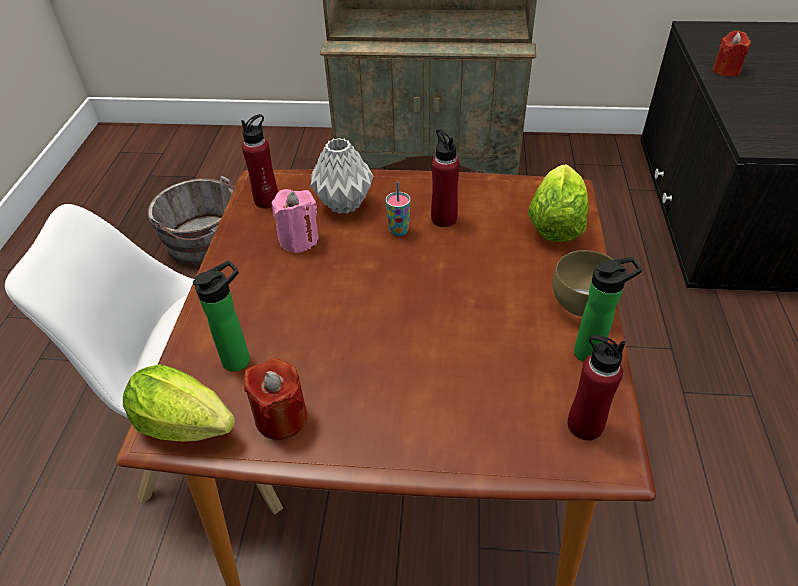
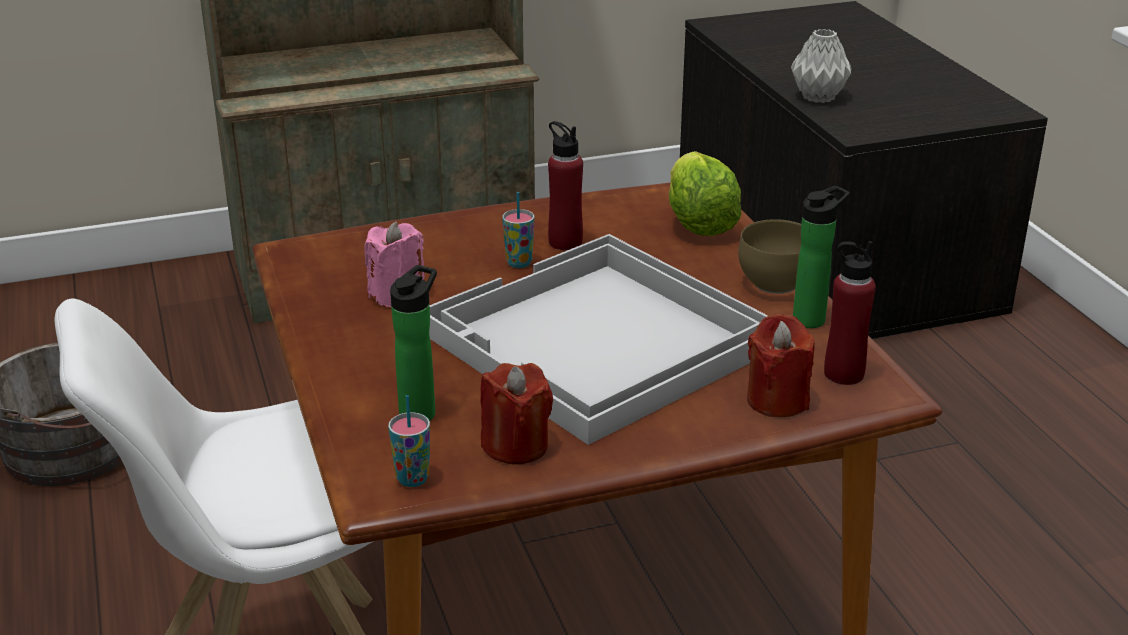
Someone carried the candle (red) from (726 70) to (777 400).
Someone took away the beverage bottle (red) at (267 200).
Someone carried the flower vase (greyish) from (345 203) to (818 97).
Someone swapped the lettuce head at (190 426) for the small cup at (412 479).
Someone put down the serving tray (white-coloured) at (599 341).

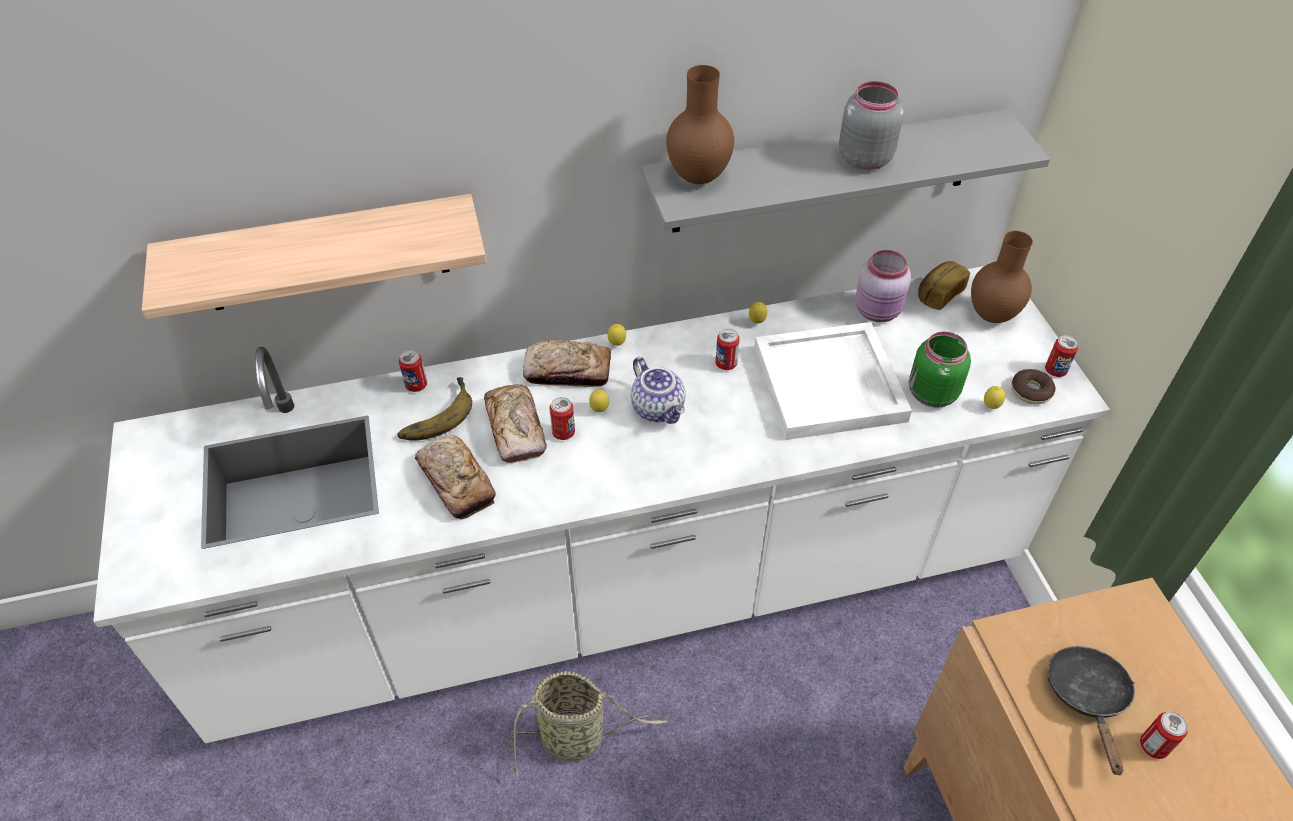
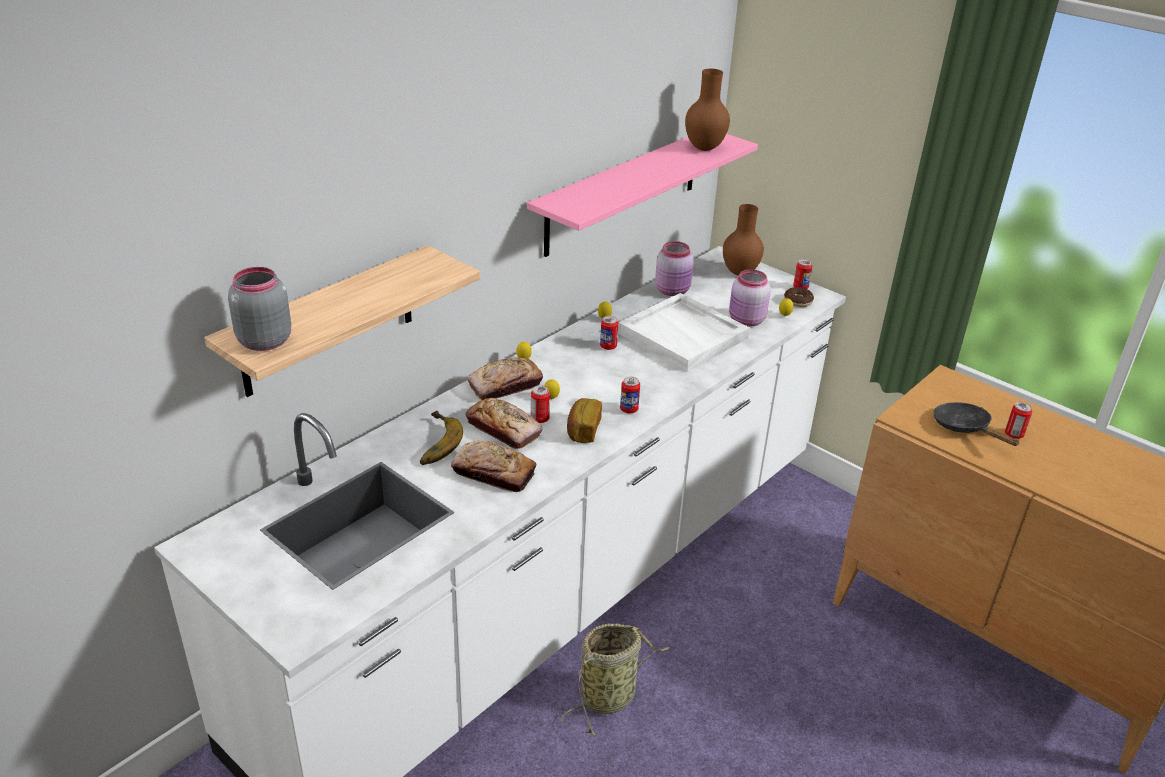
Someone carried the flower vase (brownish) from (697 177) to (703 148).
Someone carried the jar (greyish) from (863 158) to (263 341).
Someone repainted the shelf (greyish) at (824 172), which became the shelf (pink) at (623 191).
Someone carried the baked bread from (939 294) to (582 430).
Someone repainted the jar (green) at (930 394), which became the jar (pink) at (746 321).
Someone carried the sealed can from (416 385) to (629 409).
Someone took away the pot for tea at (659 408).

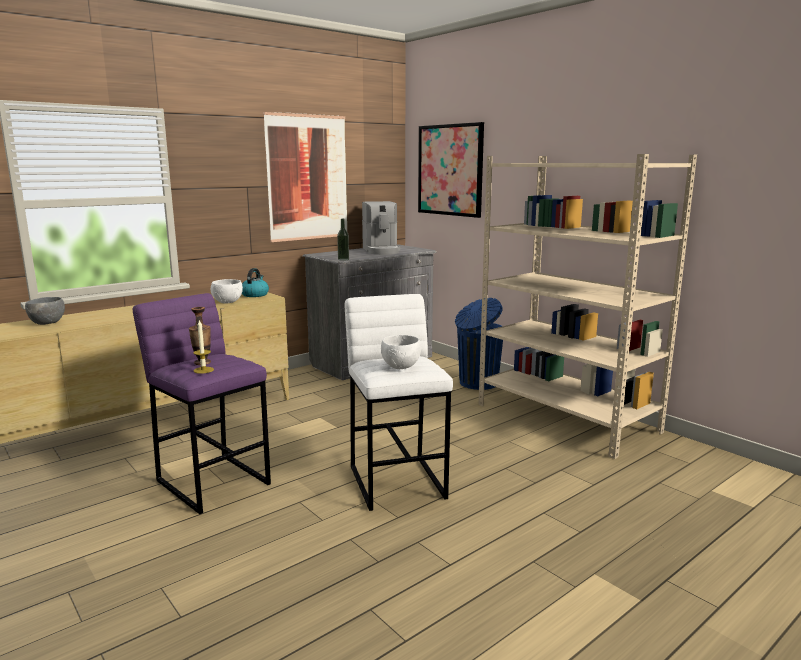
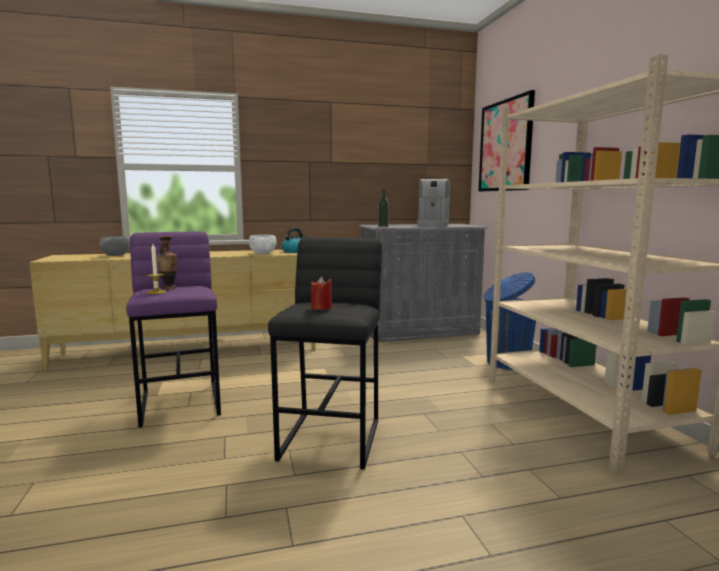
Someone took away the wall art at (307 177).
Someone repainted the stool seat (white-coloured) at (396 481), which became the stool seat (black-coloured) at (331 438).
Someone swapped the bowl (white-coloured) at (401 367) for the candle (red) at (321 308).

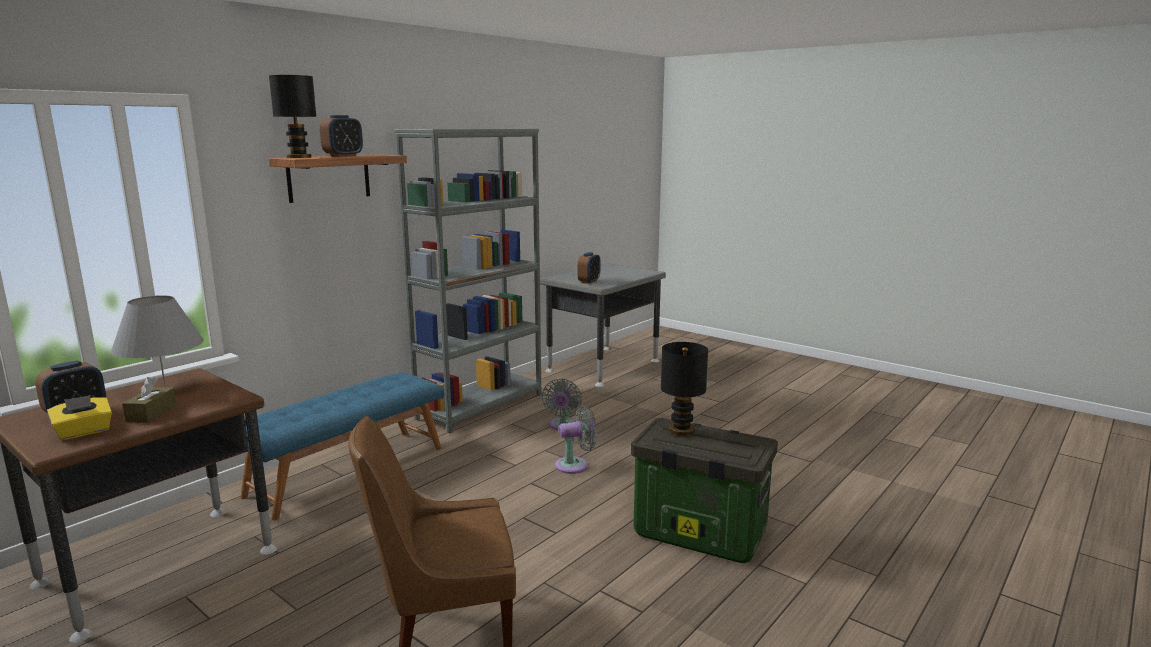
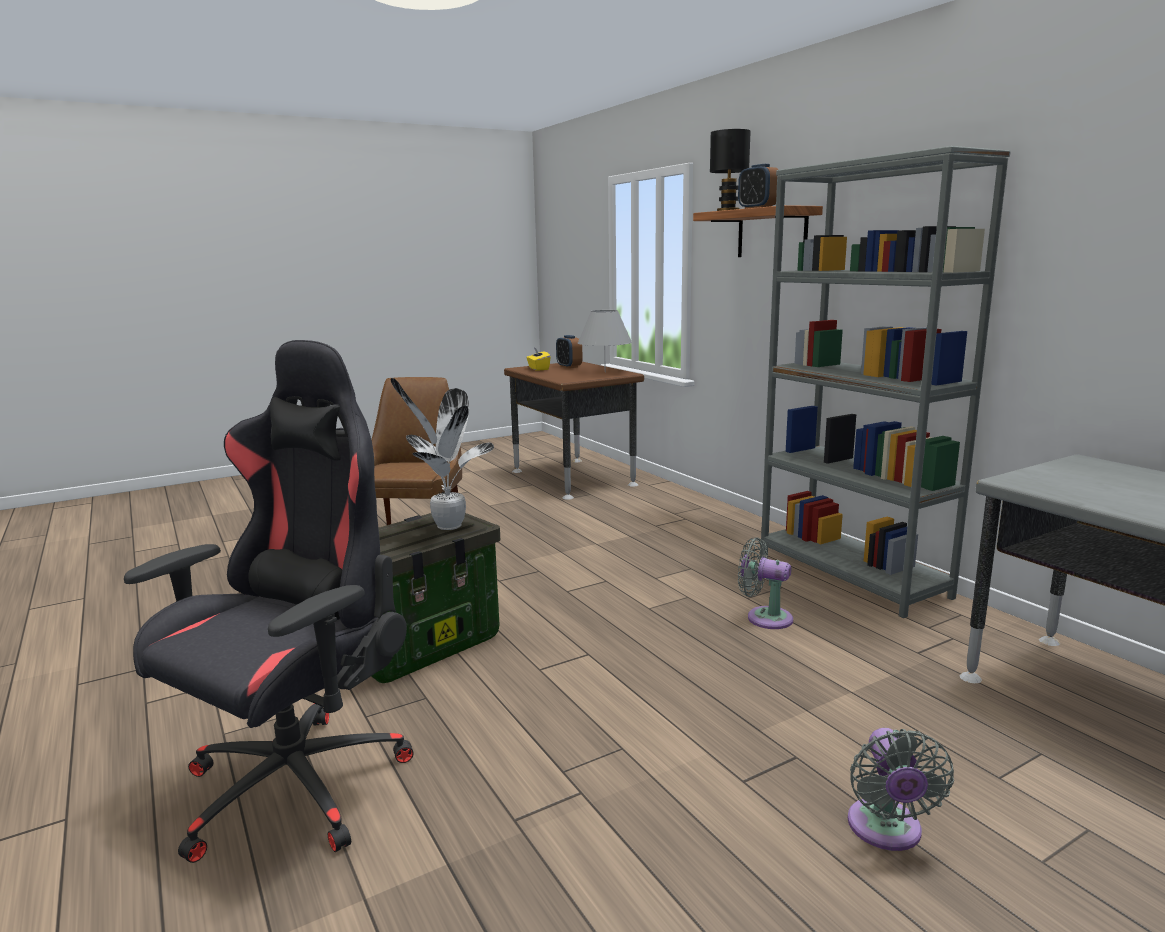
Someone took away the bedside clock at (589 281).
Someone swapped the lamp for a table (black-coloured) at (681 430) for the houseplant at (446 526).
Someone took away the long seat (blue) at (347 470).
Someone took away the tissue box (brownish) at (151 413).
Someone carried the cooling fan (greyish) from (575 465) to (886 831).
Someone put down the office chair (black-coloured) at (293 788).

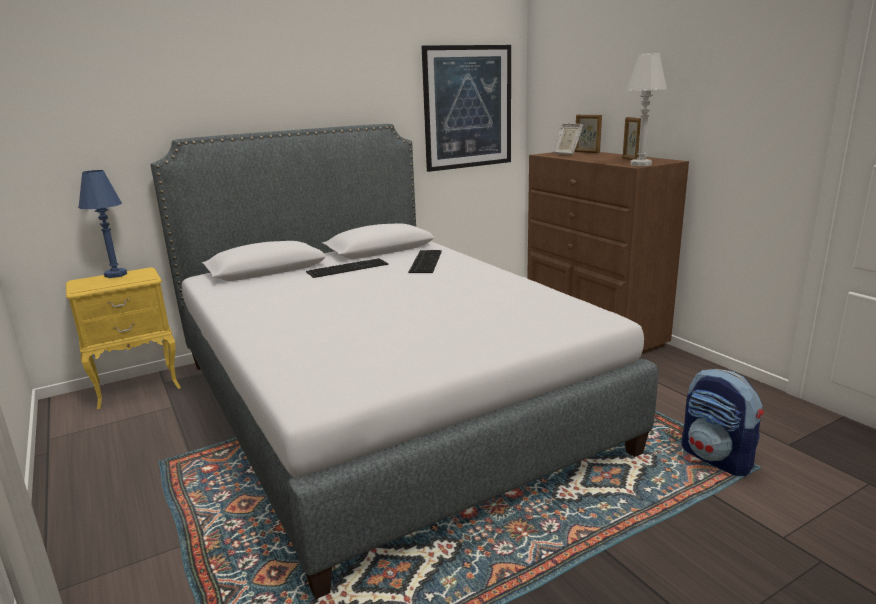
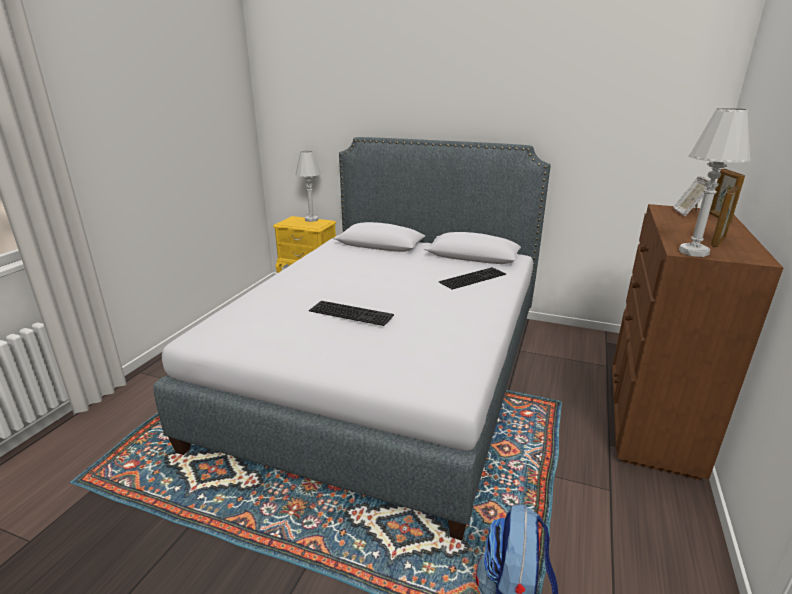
Someone took away the wall art at (468 107).
Someone repainted the lamp for a table (blue) at (116 275), which became the lamp for a table (white-coloured) at (311 220).
Someone carried the computer keyboard from (348 267) to (352 312).

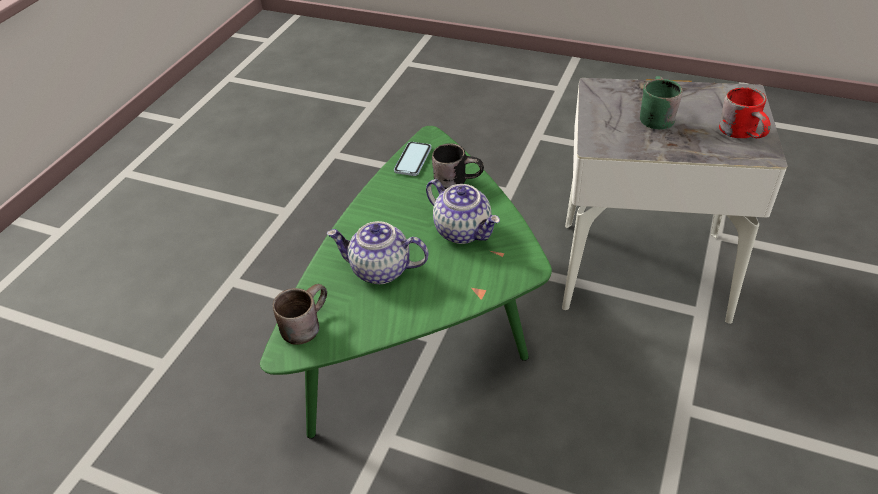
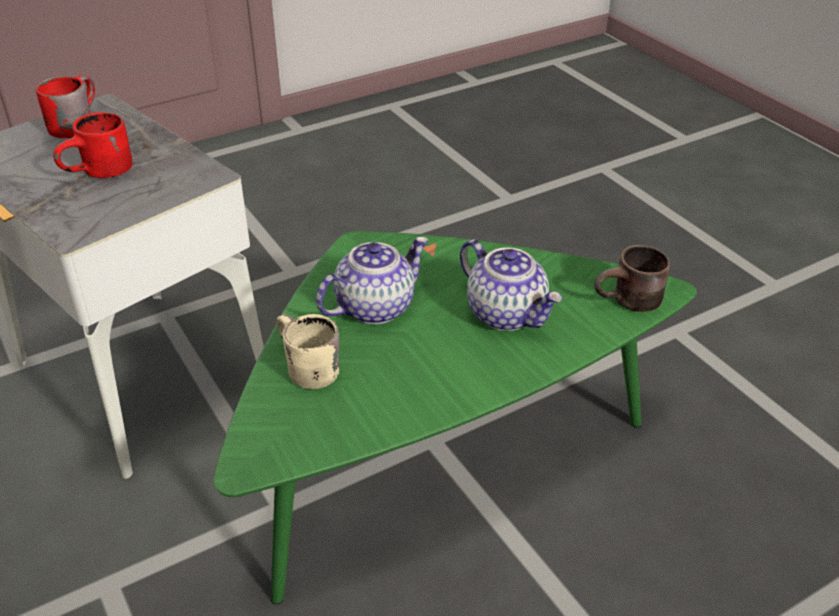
Someone repainted the coffee mug (green) at (653 116), which became the coffee mug (red) at (101 174).
Someone took away the telephone at (413 160).
Someone repainted the coffee mug (black-coloured) at (457 179), which became the coffee mug (beige-coloured) at (303 369).
Someone rotated the pot for tea at (463 230) by 60 degrees clockwise.

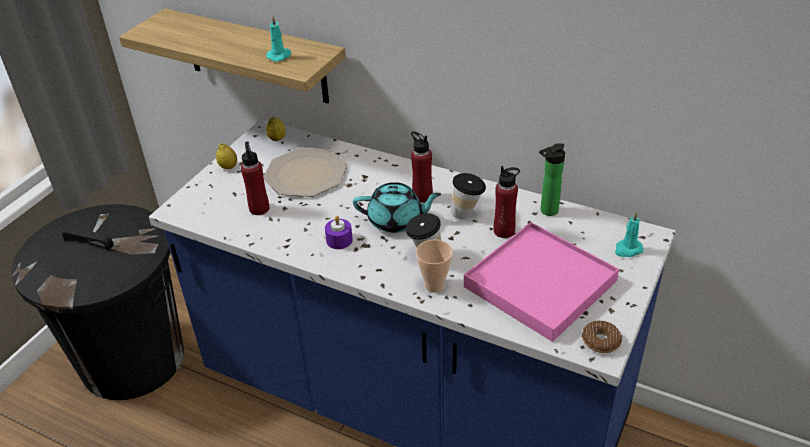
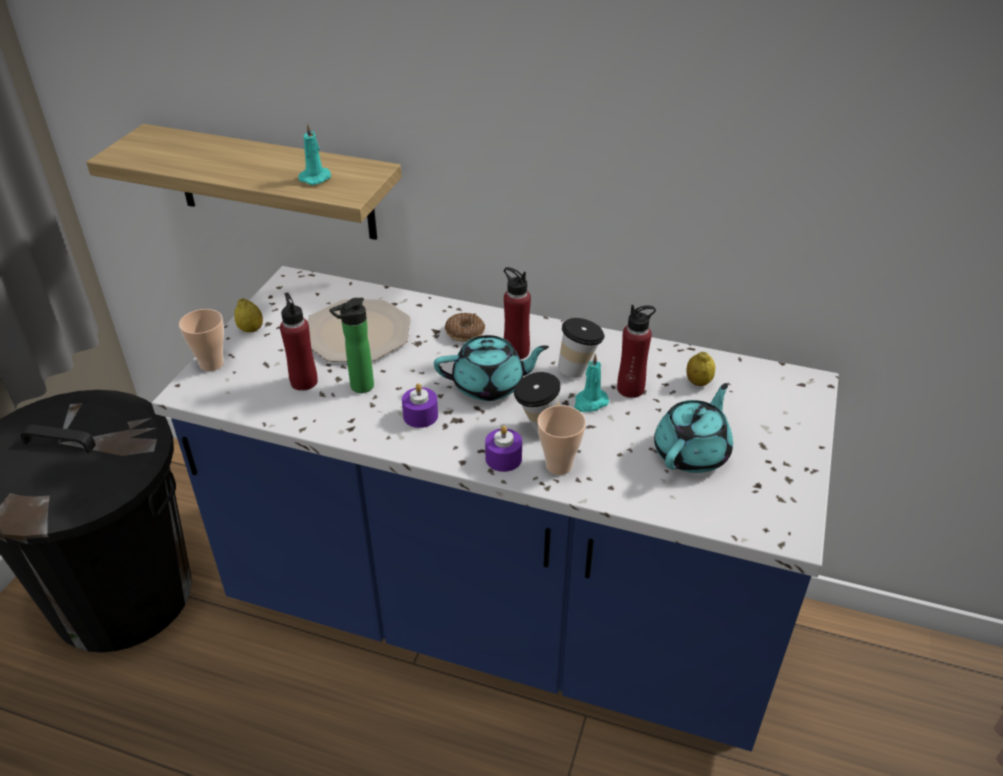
Someone carried the citrus fruit from (277 139) to (698 382).
Someone carried the beverage bottle from (546 211) to (359 387).
Someone carried the candle (turquoise-coloured) from (627 249) to (590 402).
Someone swapped the serving tray (pink) at (540 283) for the pot for tea (turquoise-coloured) at (692 452).
Someone carried the donut from (601 341) to (465 333).
Someone put down the small cup at (211 364).
Someone put down the candle (purple-coloured) at (503 458).

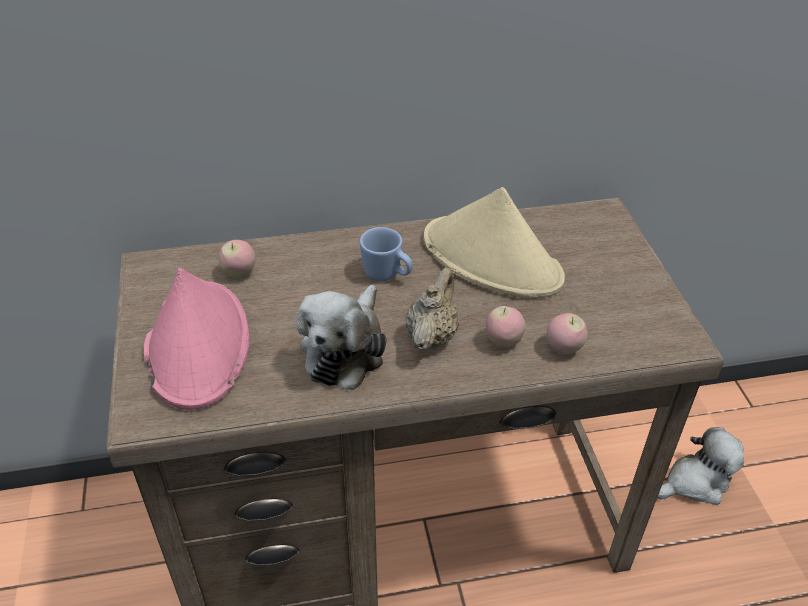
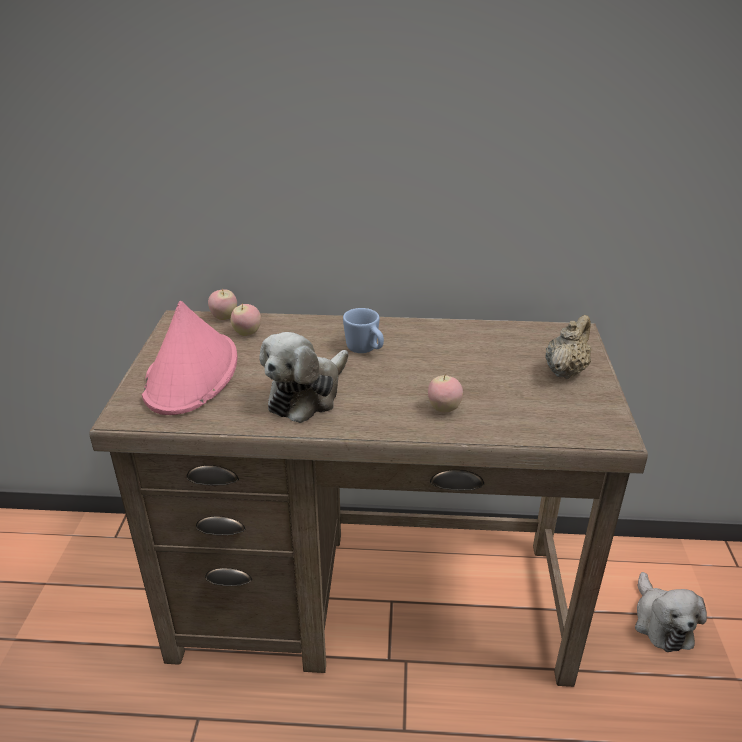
Someone took away the clothing hat (beige-coloured) at (492 259).
Someone carried the pot for tea (beige-coloured) from (432 336) to (565 371).
Someone carried the apple from (563 348) to (224 317).
Someone rotated the plush toy at (695 482) by 90 degrees clockwise.

